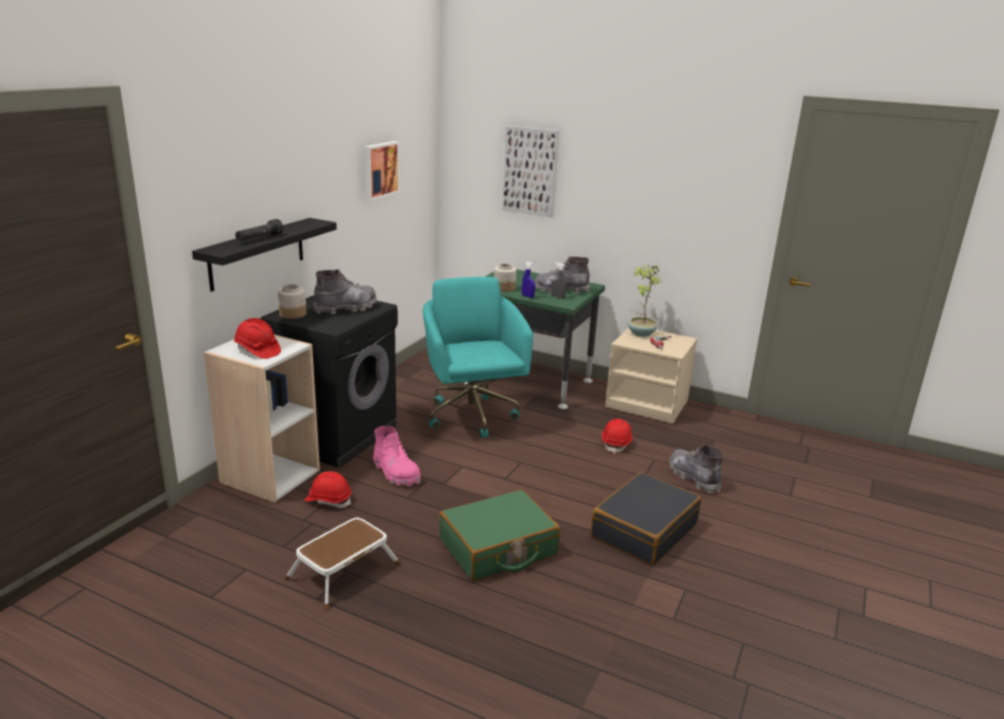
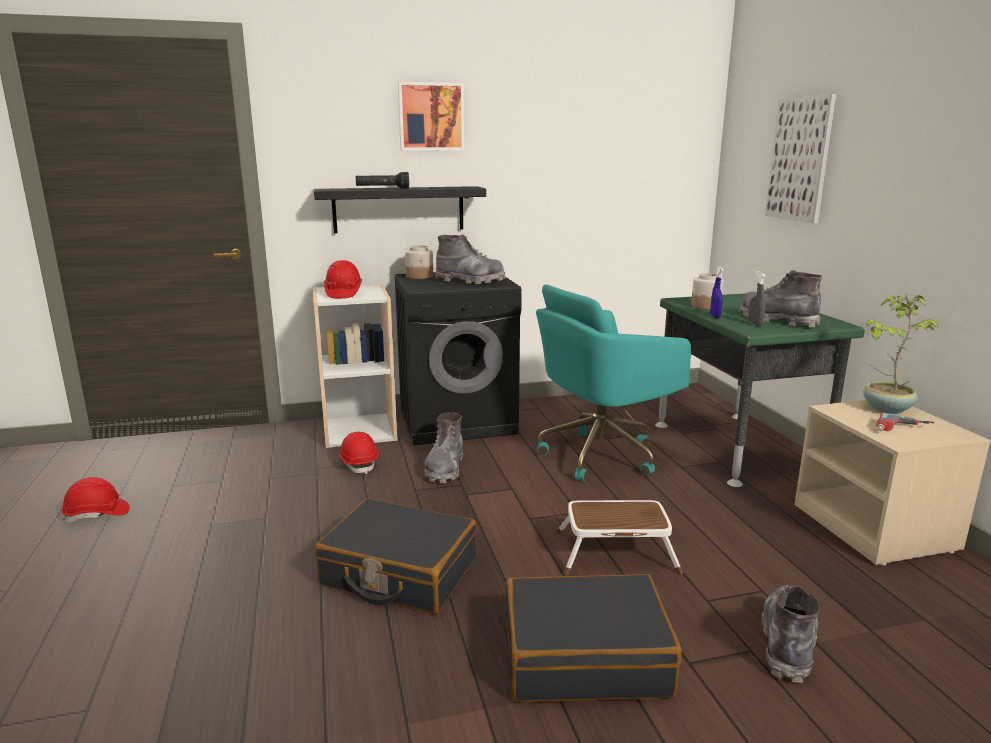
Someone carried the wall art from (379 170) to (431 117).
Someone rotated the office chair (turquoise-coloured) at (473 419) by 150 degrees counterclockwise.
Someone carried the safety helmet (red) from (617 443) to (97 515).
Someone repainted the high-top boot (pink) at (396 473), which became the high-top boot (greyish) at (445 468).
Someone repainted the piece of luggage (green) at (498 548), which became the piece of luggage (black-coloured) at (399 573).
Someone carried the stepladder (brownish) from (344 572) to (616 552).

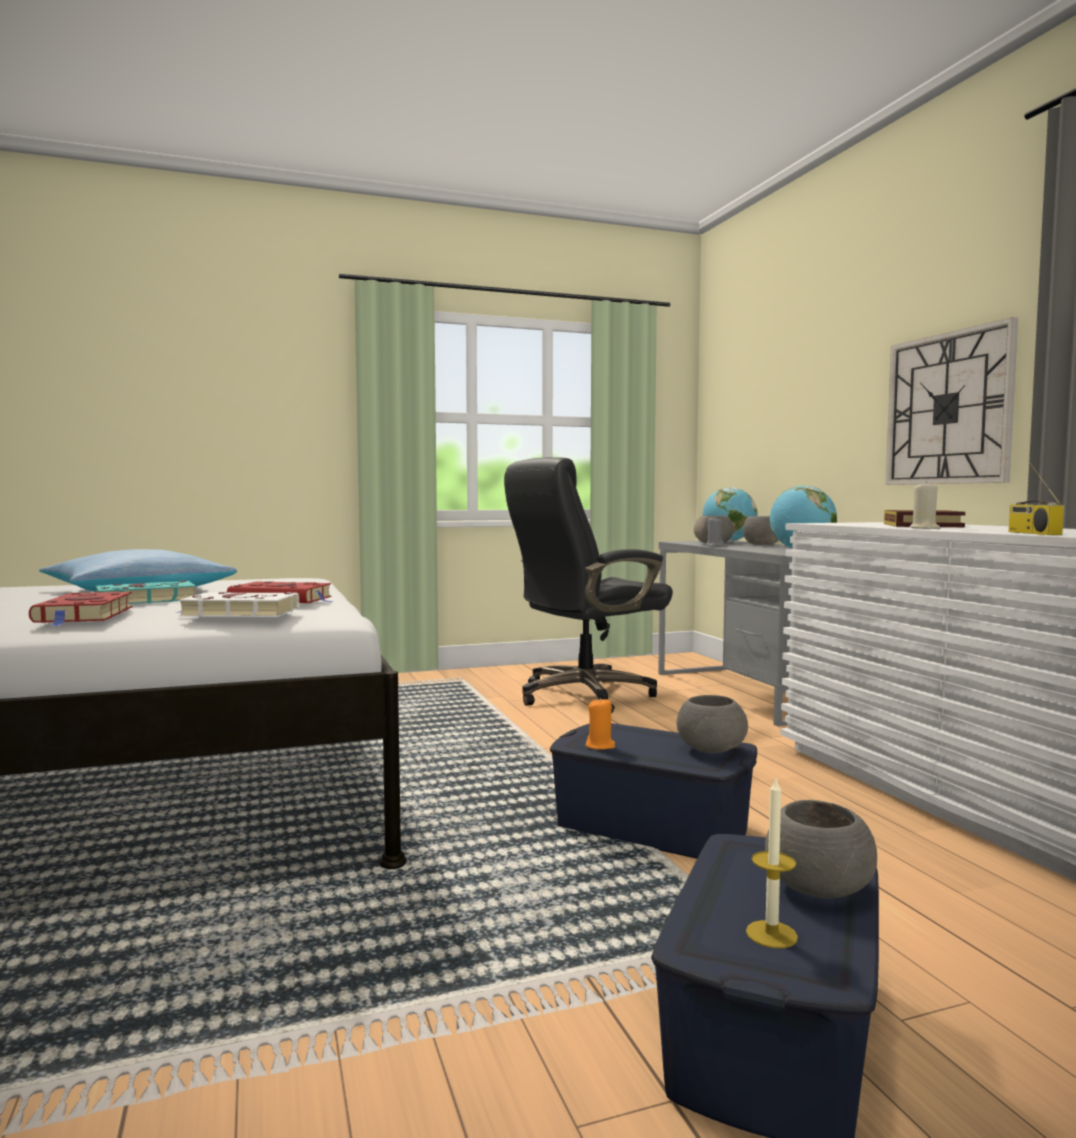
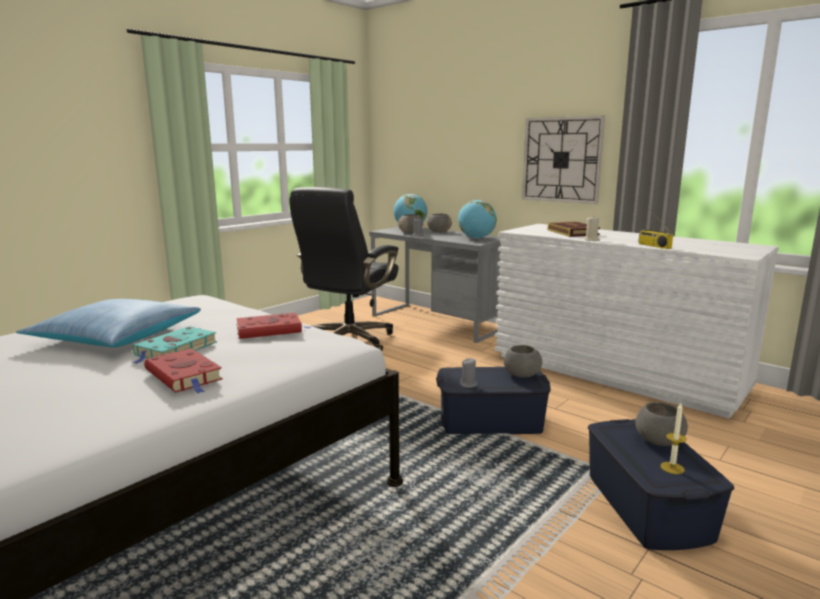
Someone took away the volume (white-coloured) at (237 613).
Someone repainted the candle (orangey) at (600 746), which became the candle (greyish) at (468 384).

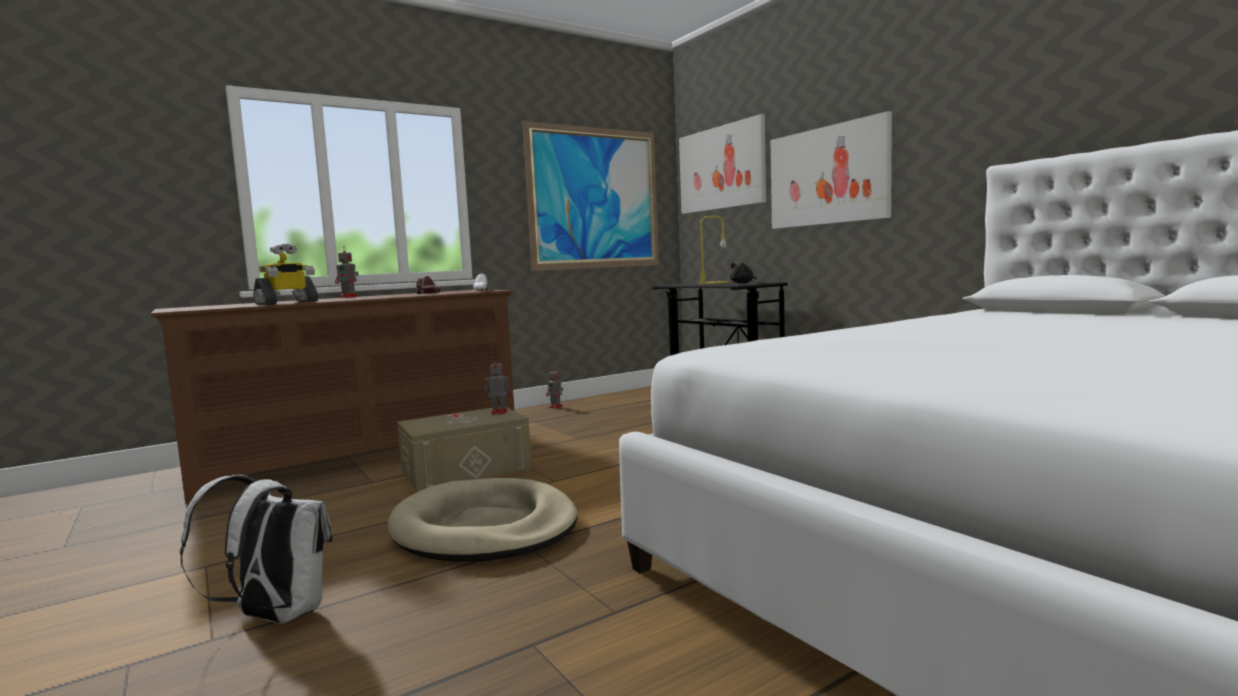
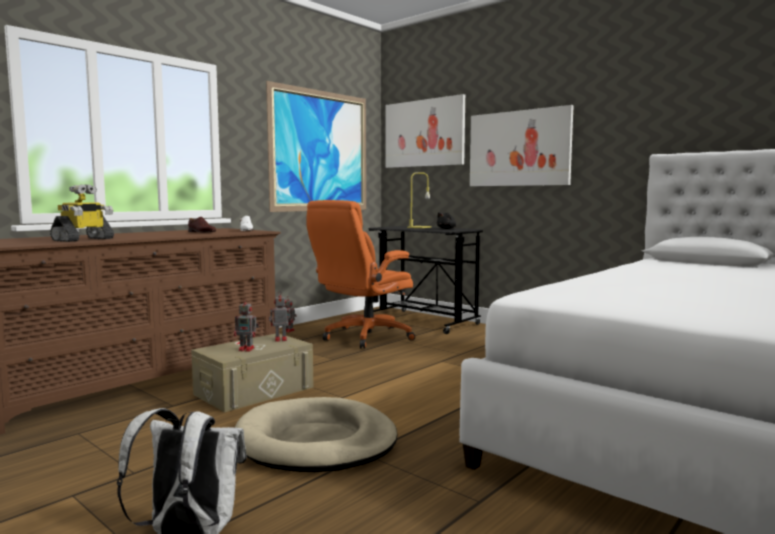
Someone carried the model robot from (349 297) to (247 349).
Someone put down the office chair (orangey) at (362 338).

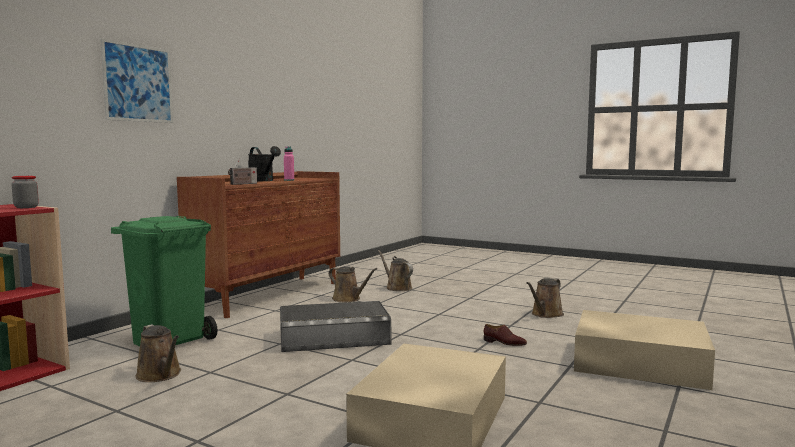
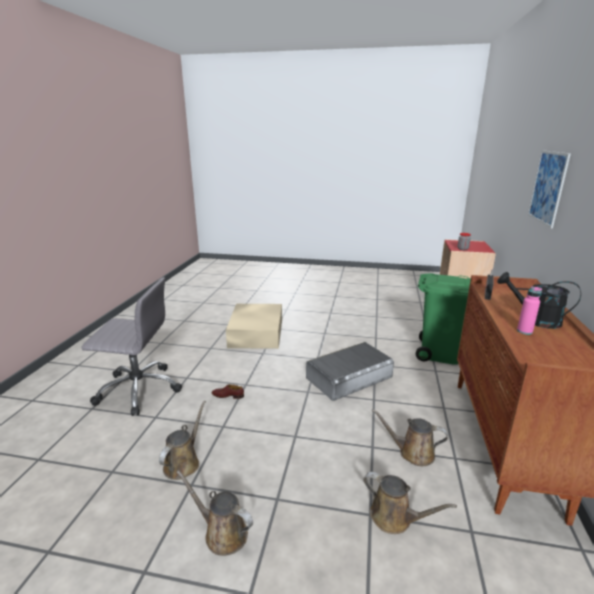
Someone swapped the storage box (beige-coloured) at (637 362) for the office chair (greyish) at (139 390).
Someone carried the sprinkling can (brownish) from (160 375) to (222 533).

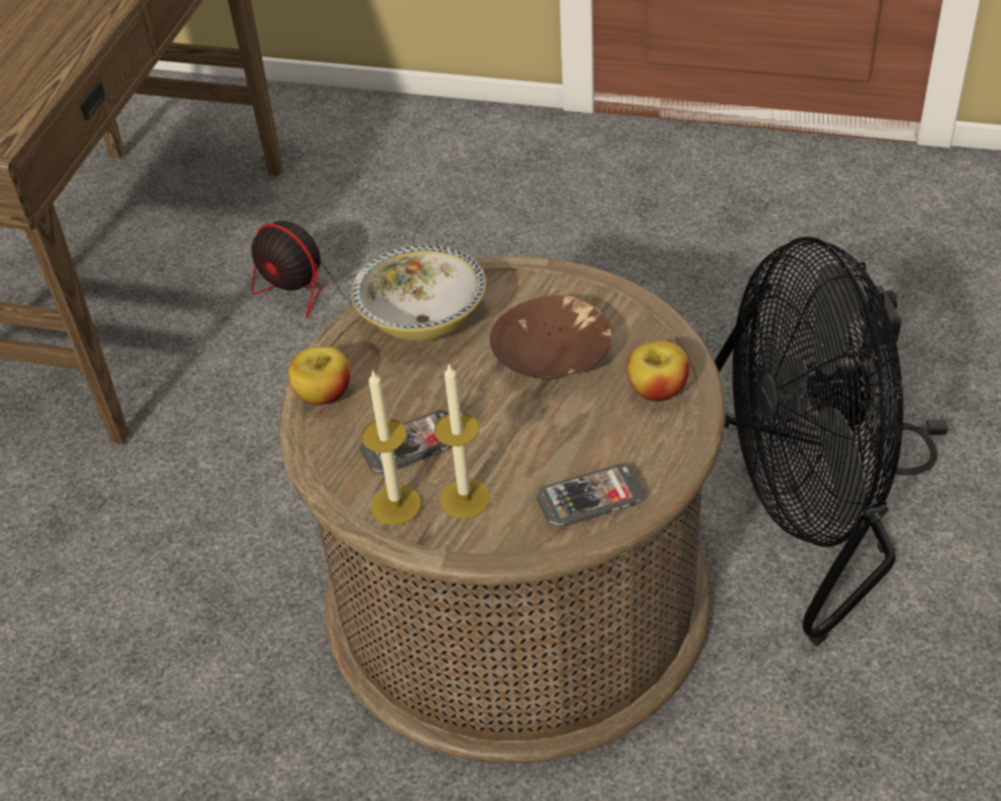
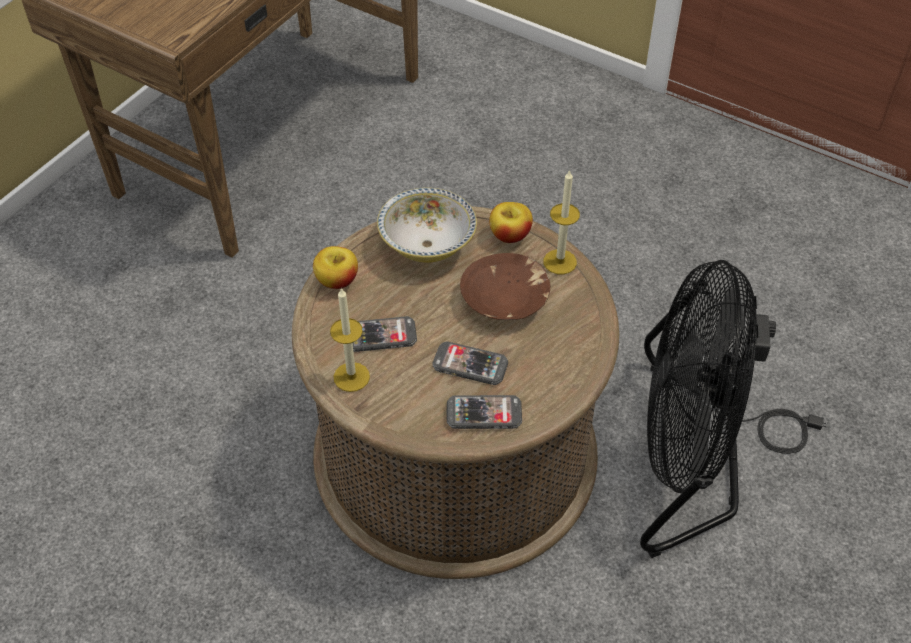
Someone took away the cooling fan at (332 288).
Someone carried the apple from (657 390) to (510 235).
Someone carried the candle from (465 499) to (560 262).
Someone put down the telephone at (470 365).

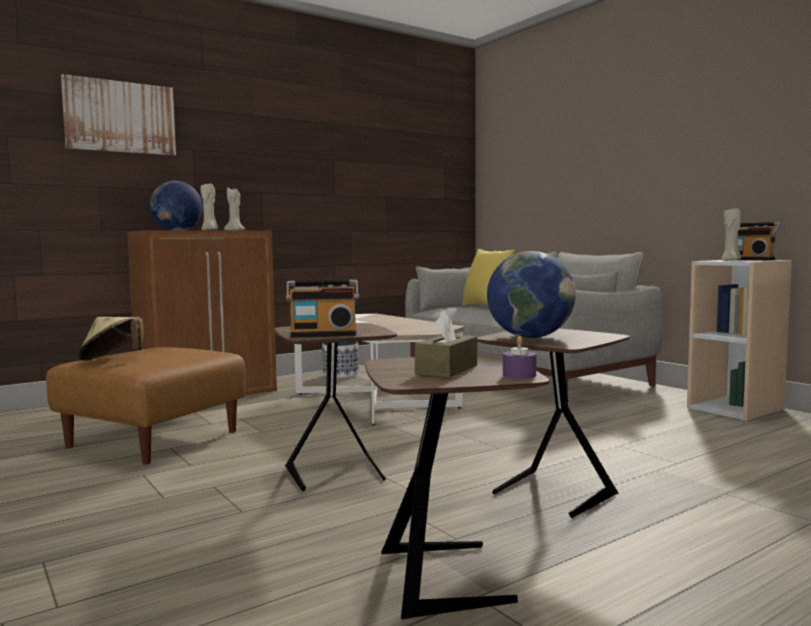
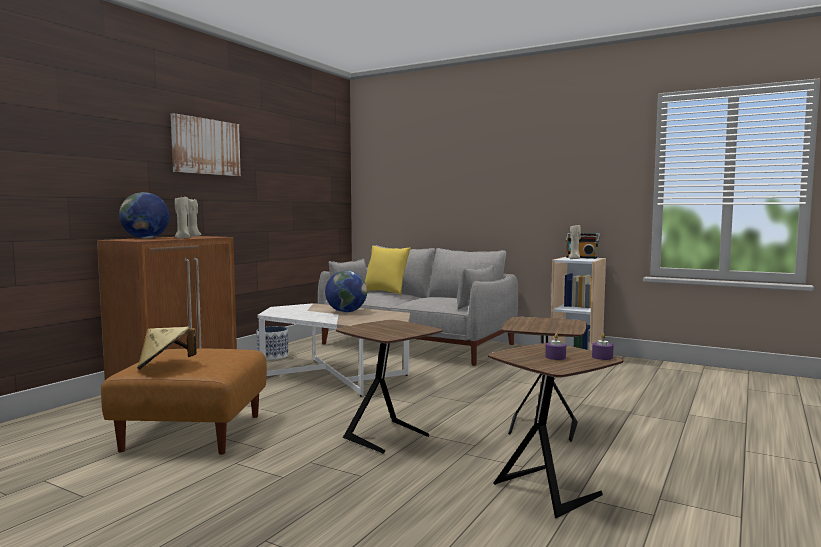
Someone carried the wall art from (120 117) to (206 146).
Someone carried the globe from (530 337) to (346 312).
Someone took away the radio receiver at (323 334).
Someone swapped the tissue box (brownish) at (447 370) for the candle (purple-coloured) at (555 357).

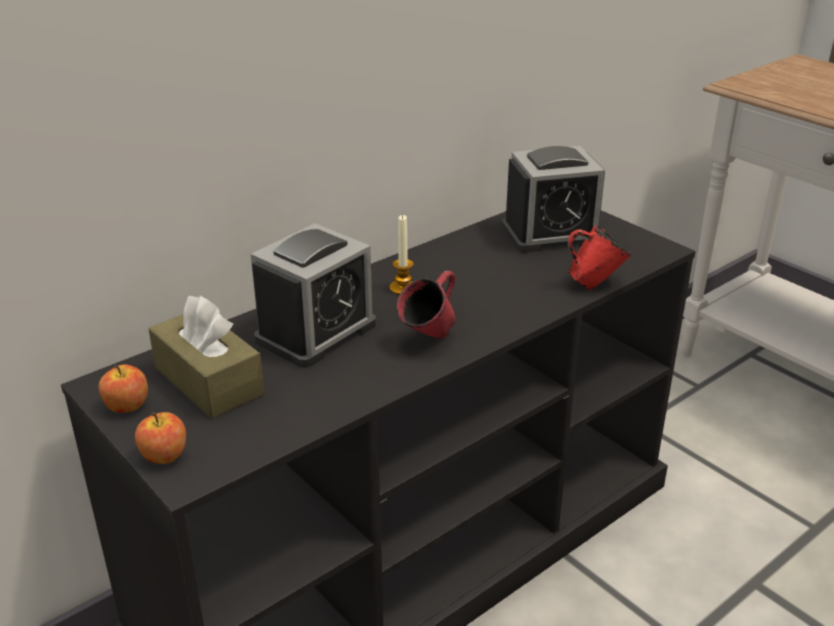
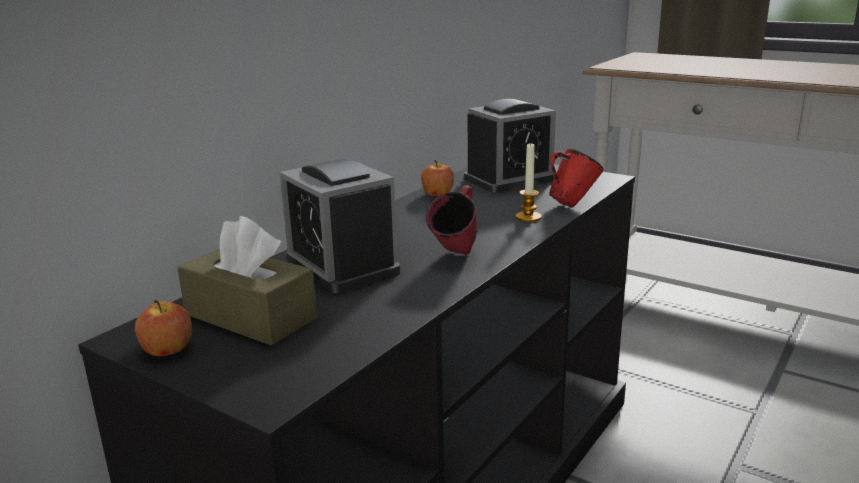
Someone carried the candle from (403 288) to (528 217).
Someone rotated the bedside clock at (316 332) by 120 degrees clockwise.
Someone carried the apple from (164 456) to (437 194).

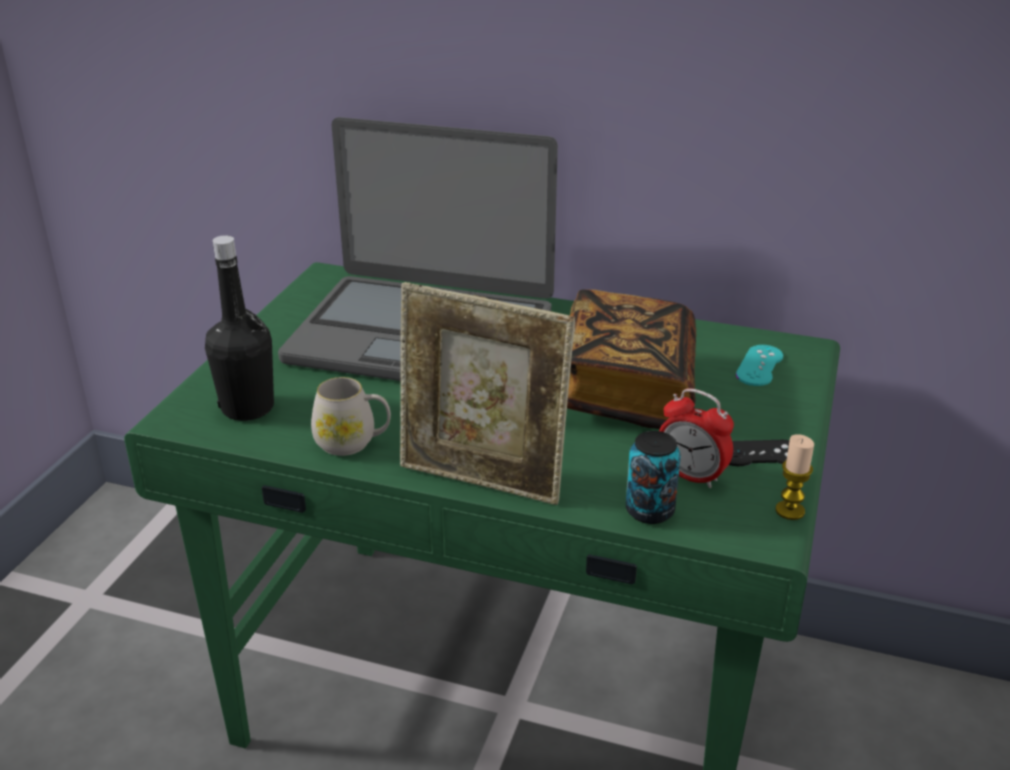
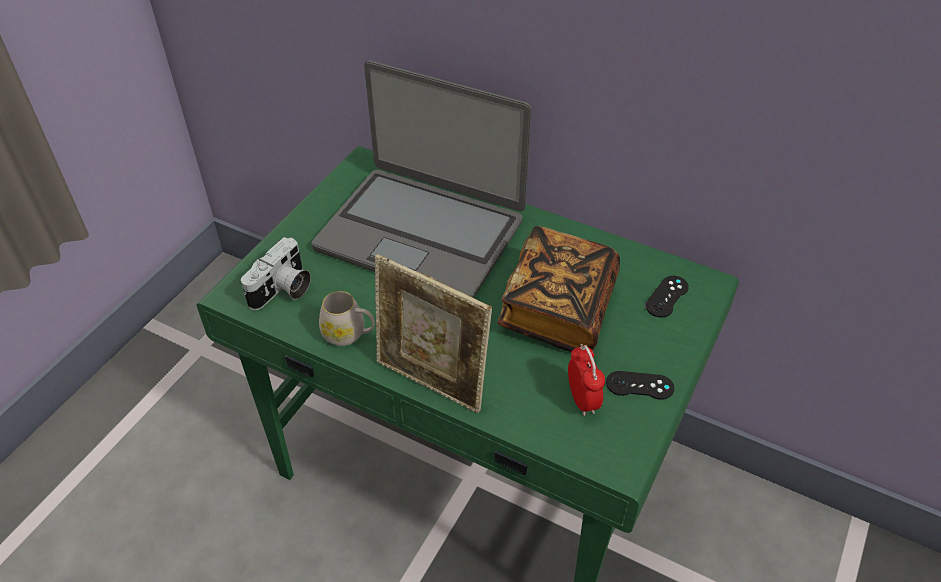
Someone swapped the beverage bottle (black-coloured) at (248 408) for the still camera at (283 291).
Someone repainted the joypad (turquoise-coloured) at (759 366), which became the joypad (black-coloured) at (667 296).
Someone rotated the bedside clock at (691 476) by 150 degrees counterclockwise.
Someone took away the sealed can at (649 511).
Someone took away the candle at (790 511).

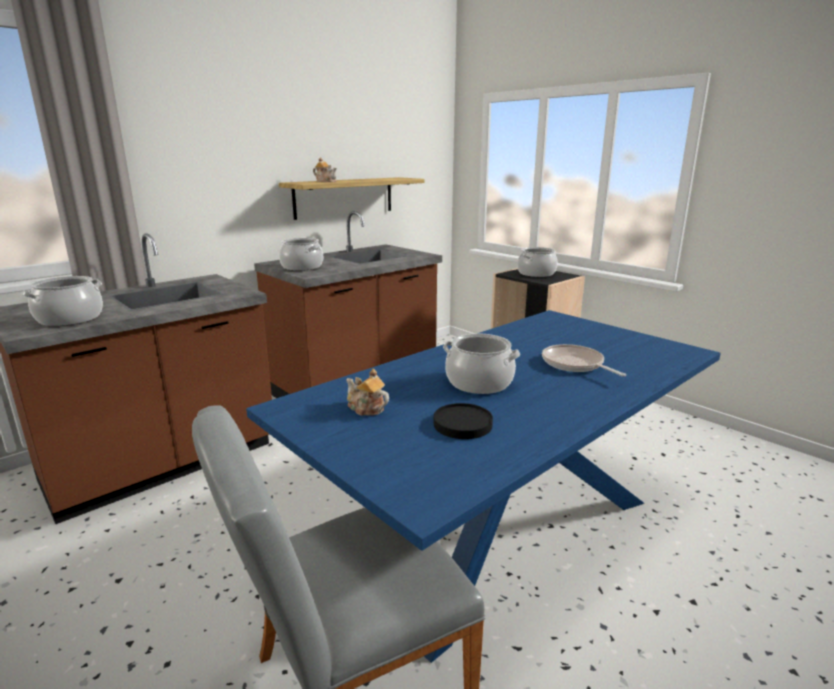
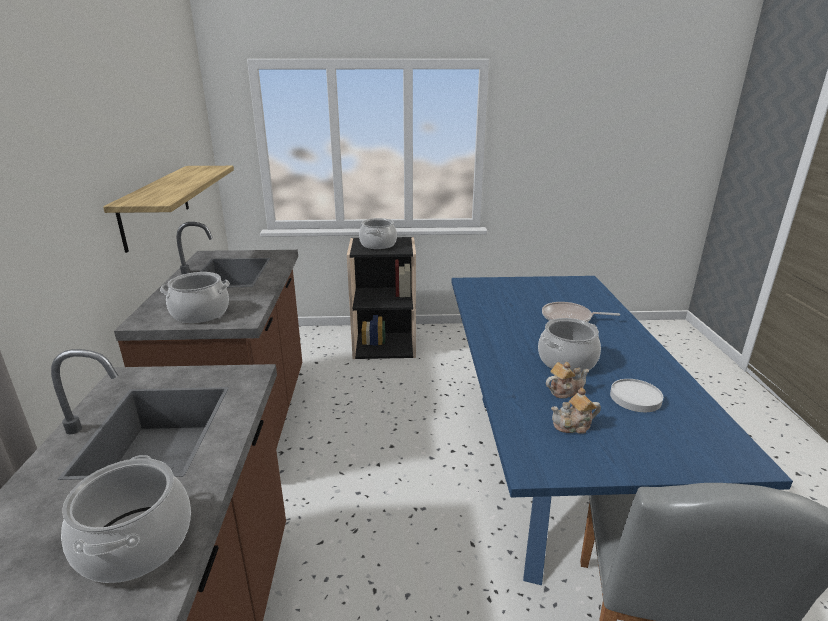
Someone carried the pot for tea from (326 181) to (565 391).
Someone repainted the dinner plate (black-coloured) at (463 424), which became the dinner plate (white-coloured) at (635 397).

